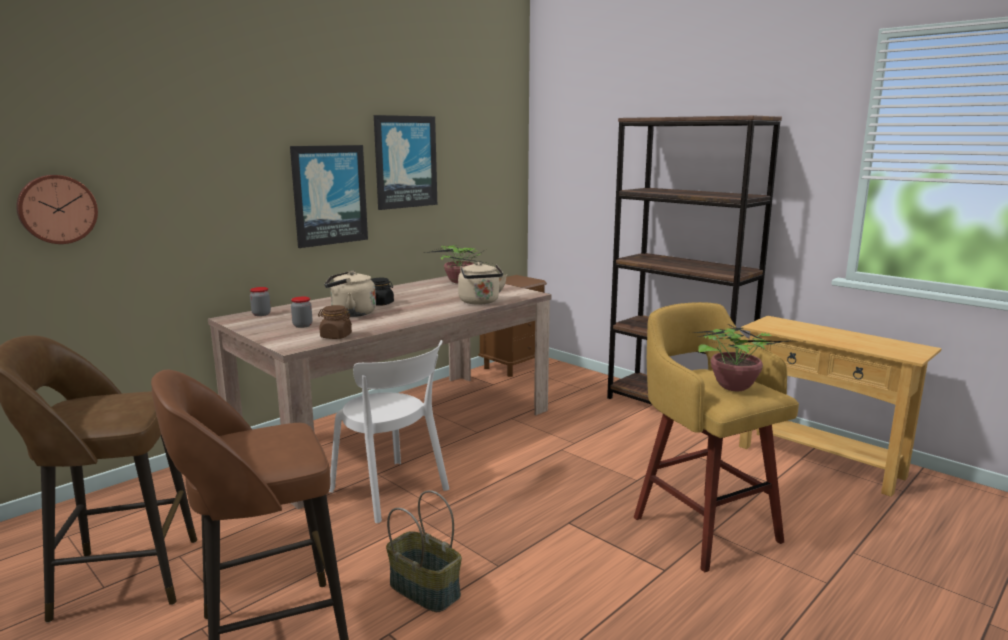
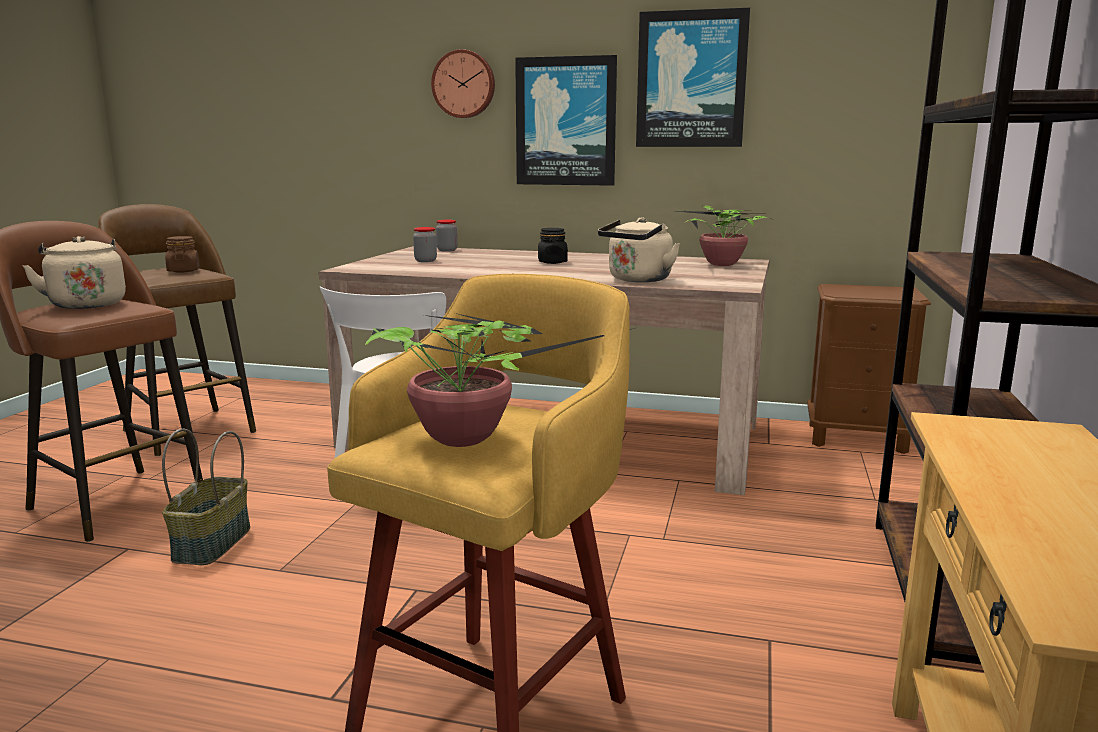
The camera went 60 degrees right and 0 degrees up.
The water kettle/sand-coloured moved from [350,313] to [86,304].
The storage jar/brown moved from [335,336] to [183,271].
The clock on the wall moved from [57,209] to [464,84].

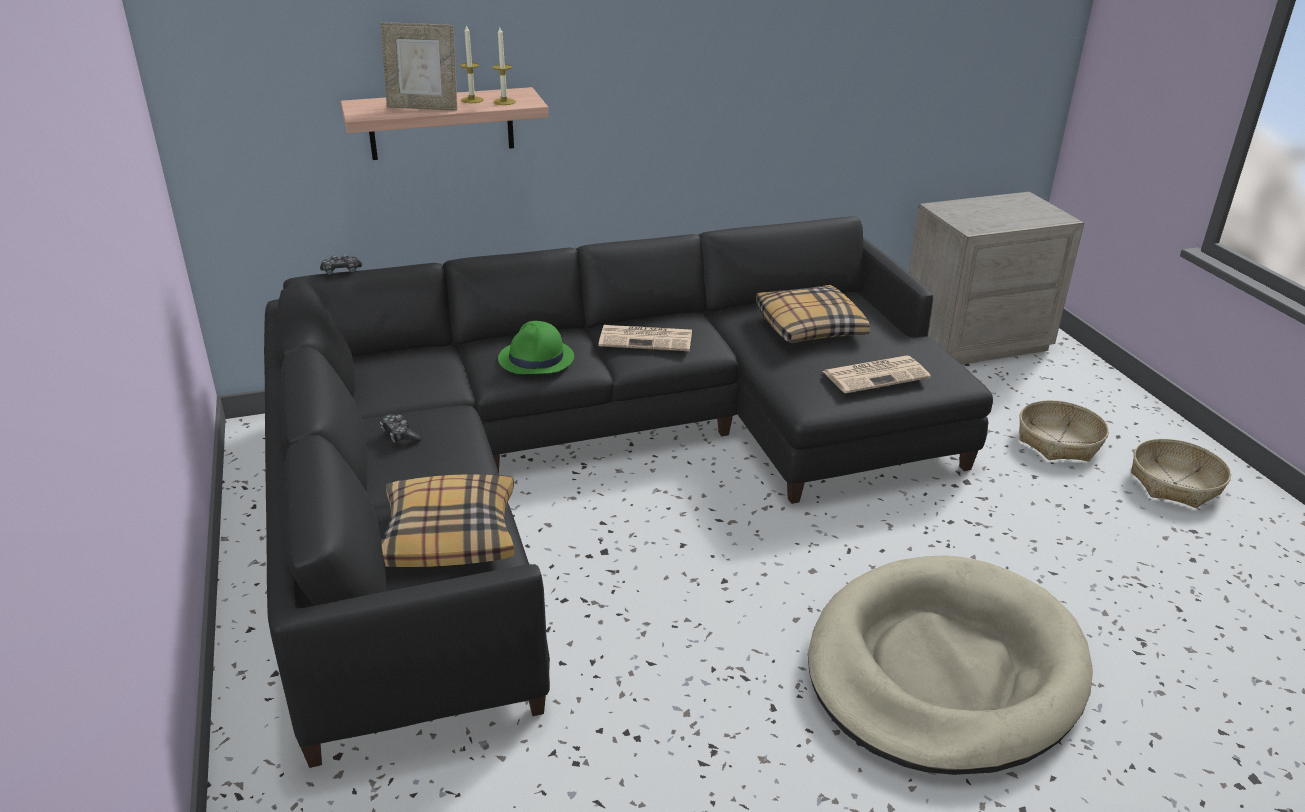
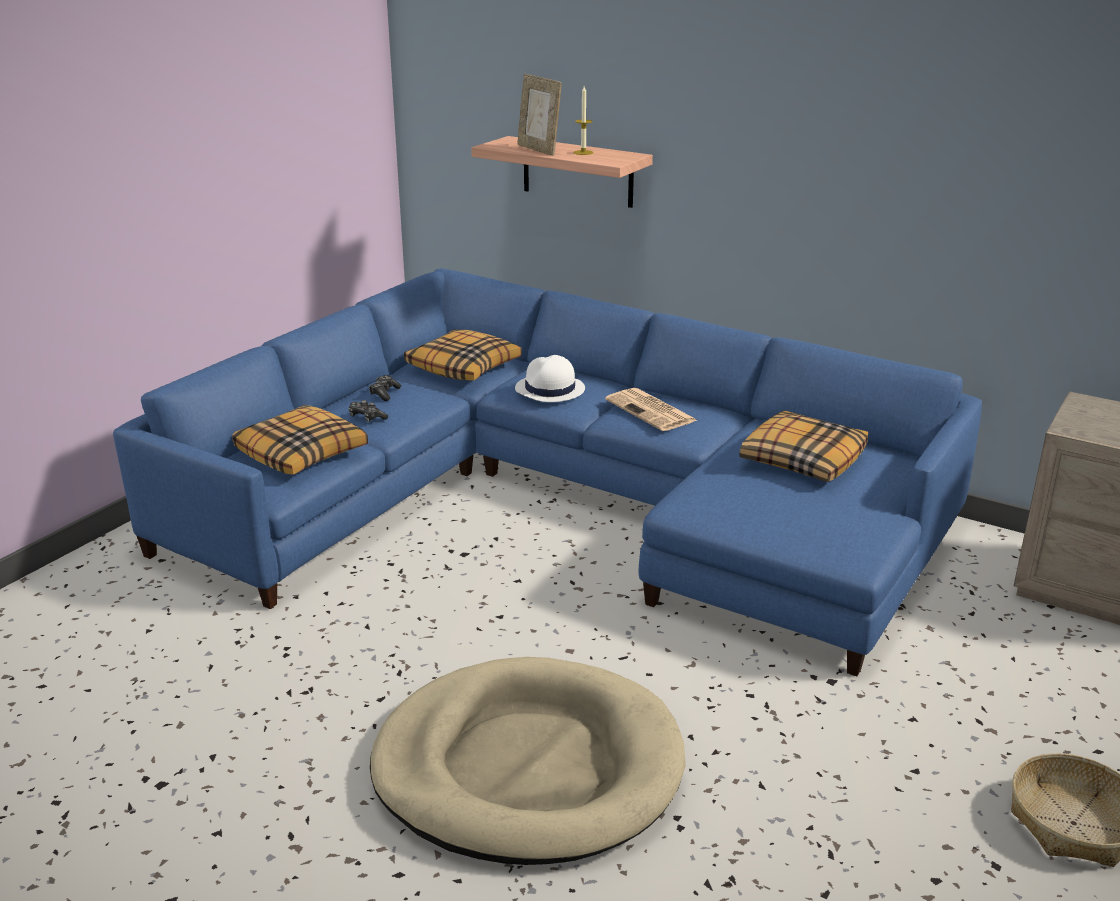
The camera went 50 degrees right and 5 degrees down.
The sofa/black-coloured at [594,462] became the sofa/bluish at [563,502].
The gamepad moved from [341,272] to [366,418].
The pillow at [464,367] appeared.
The clothing hat/green-coloured at [536,359] became the clothing hat/whitish at [549,390].
The wax candle at [504,102] disappeared.
The newspaper at [876,375] disappeared.
The storage basket at [1059,442] disappeared.

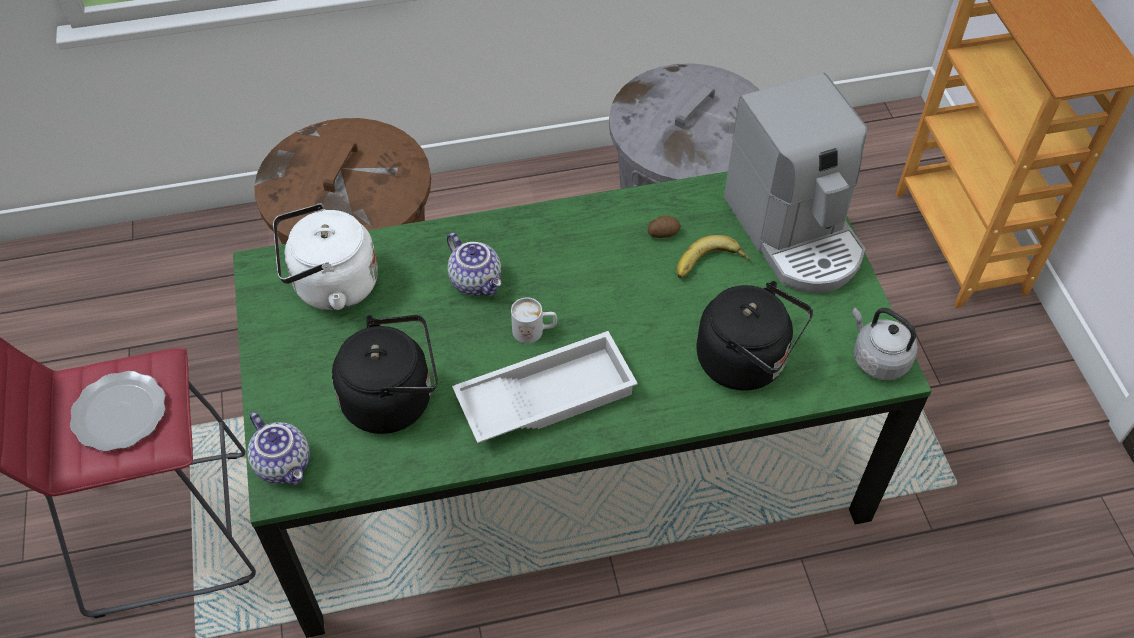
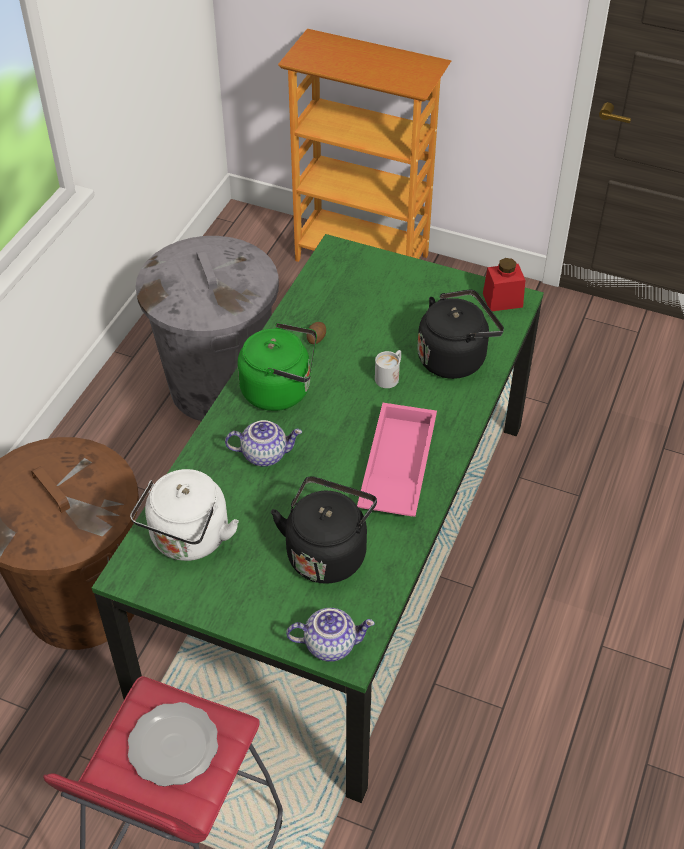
The camera went 55 degrees left and 5 degrees down.
The water kettle/green-coloured at [281,390] appeared.
The serving tray/whitish at [546,394] became the serving tray/pinkish at [395,467].
The mug/whitish moved from [534,331] to [390,376].
The water kettle/greyish at [877,358] was replaced by the storage jar/red at [502,300].
The banana fruit at [710,265] disappeared.
The coffee brewer at [795,233] disappeared.

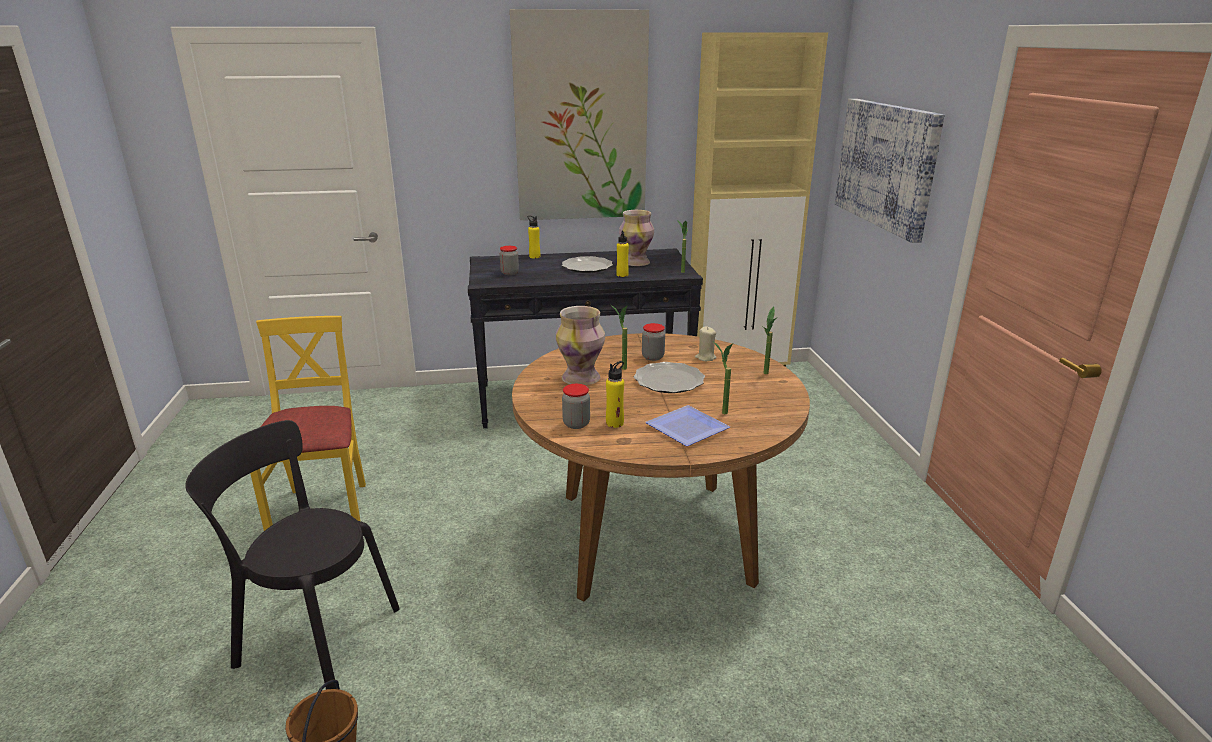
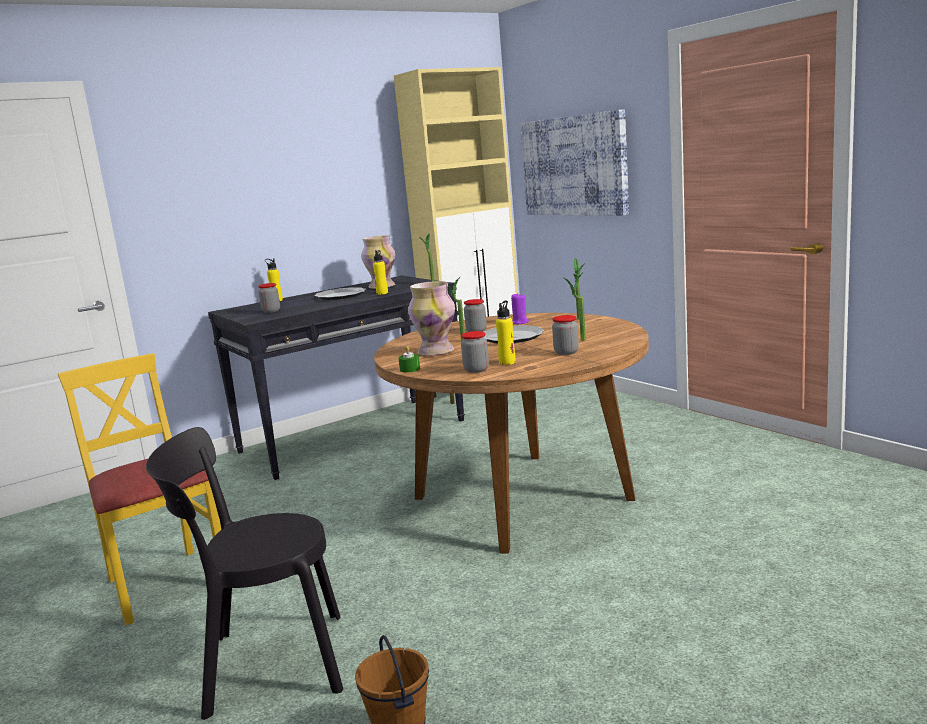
The camera went 25 degrees left and 10 degrees down.
The wax candle/green-coloured at [410,369] appeared.
The wax candle/sand-coloured at [705,358] became the wax candle/purple-coloured at [519,322].
The flat dish at [684,428] was replaced by the storage jar at [566,352].
The wall art at [581,119] disappeared.

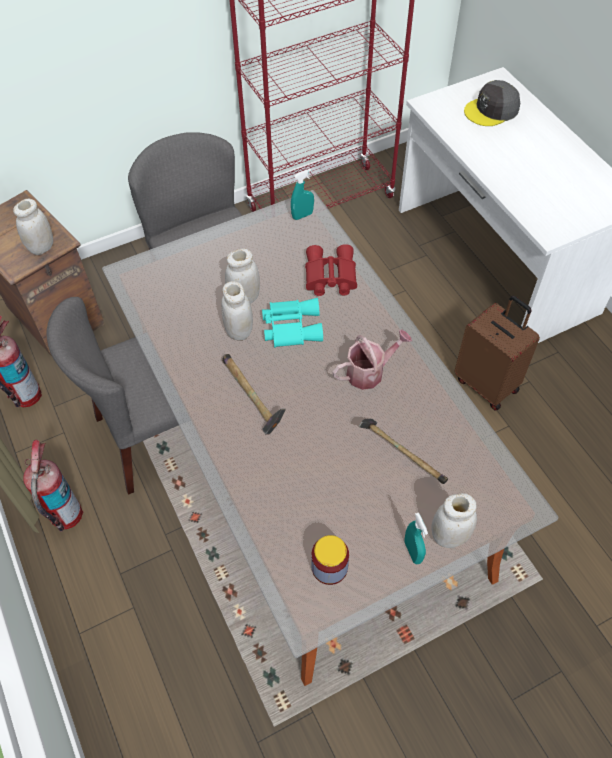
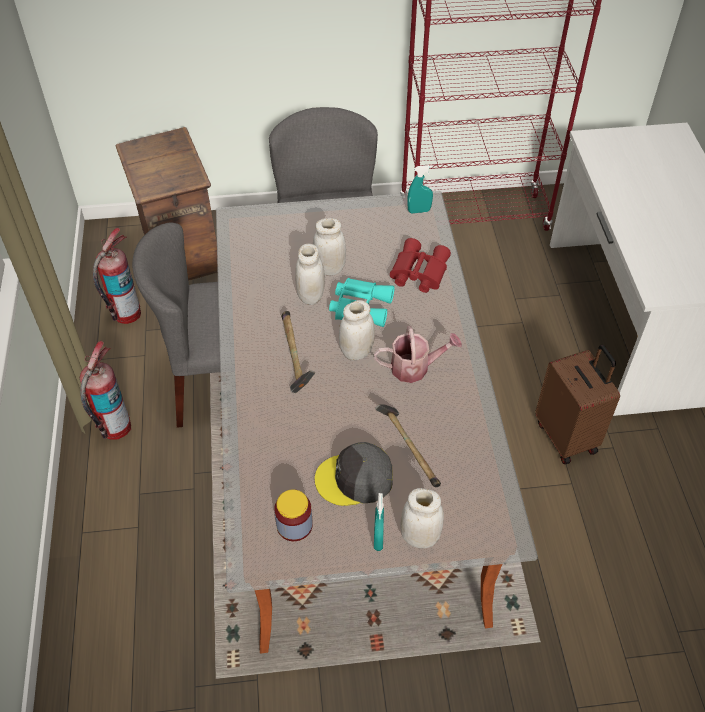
The camera went 20 degrees right and 5 degrees down.
The baseball cap/greyish moved from [492,110] to [355,479].
The storage jar/whitish moved from [41,247] to [356,352].

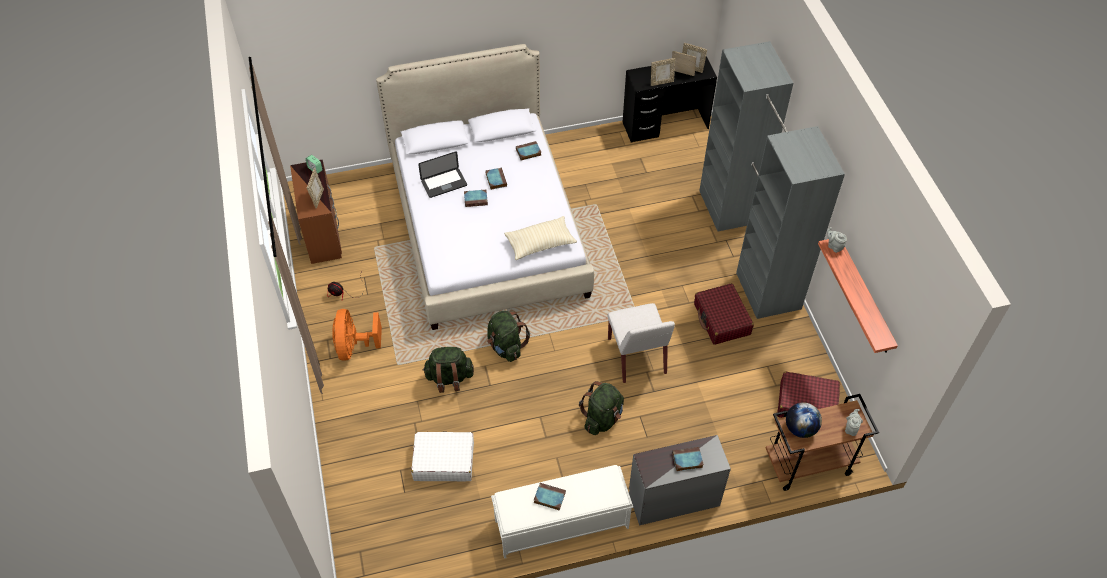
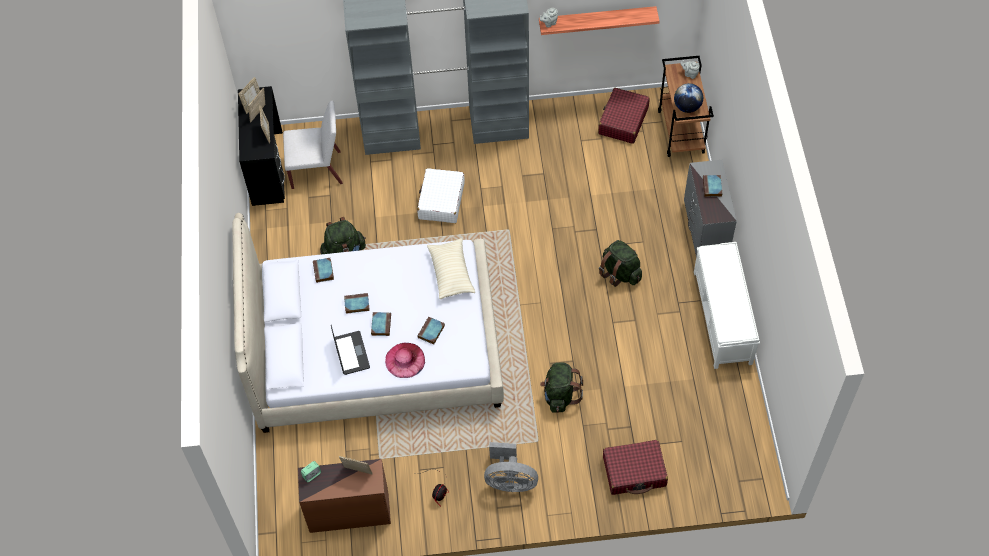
The camera went 80 degrees left and 5 degrees up.
The chair/whitish moved from [637,356] to [317,170].
The rucksack/green-coloured moved from [506,346] to [344,252].
The clothing hat/pinkish at [405,360] appeared.
The suitcase/whitish moved from [443,461] to [441,201].
The bound book moved from [548,497] to [431,332].
The fan/orange at [354,347] became the fan/greyish at [510,481].
The suitcase/red moved from [721,319] to [634,471].

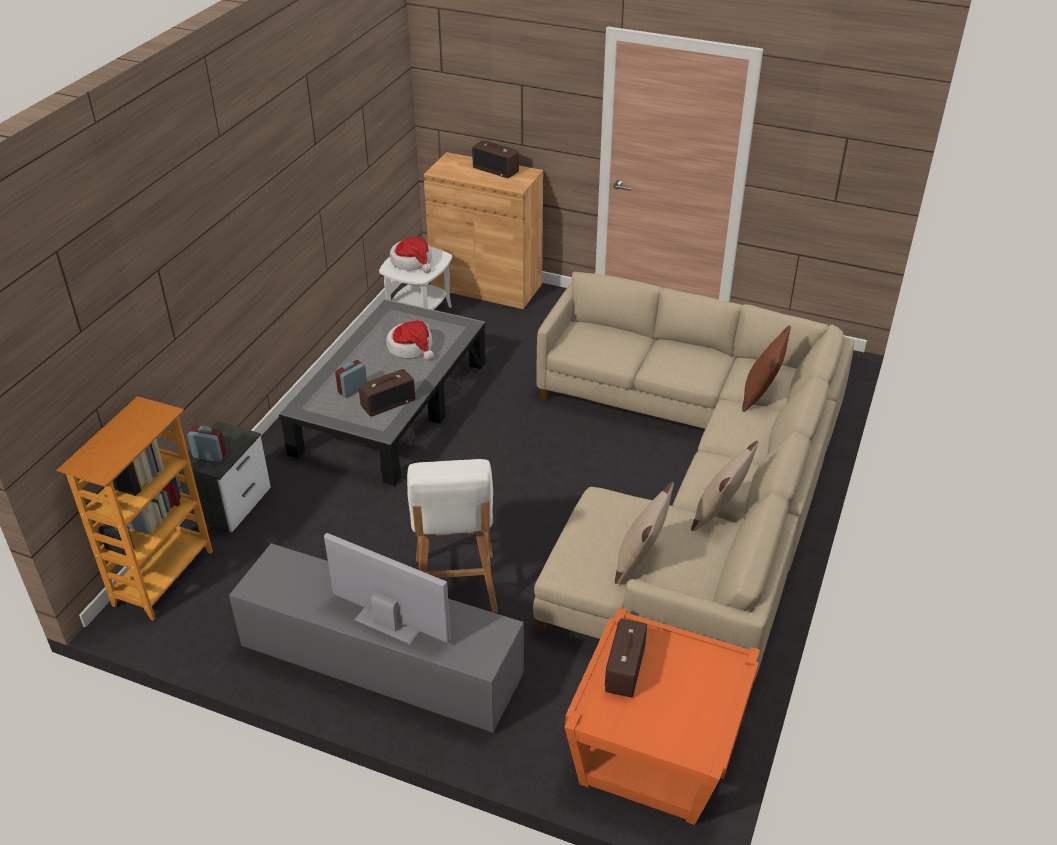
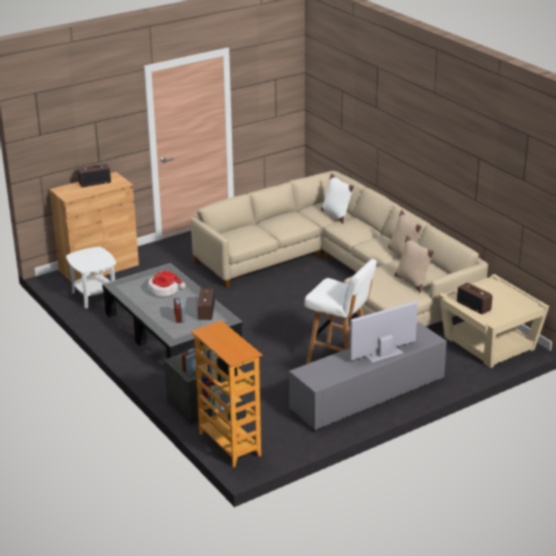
The camera went 55 degrees left and 10 degrees down.
The pillow/brown at [761,394] became the pillow/whitish at [336,215].
The end table/orange at [658,749] became the end table/sand-coloured at [489,343].
The clothing hat at [412,262] disappeared.

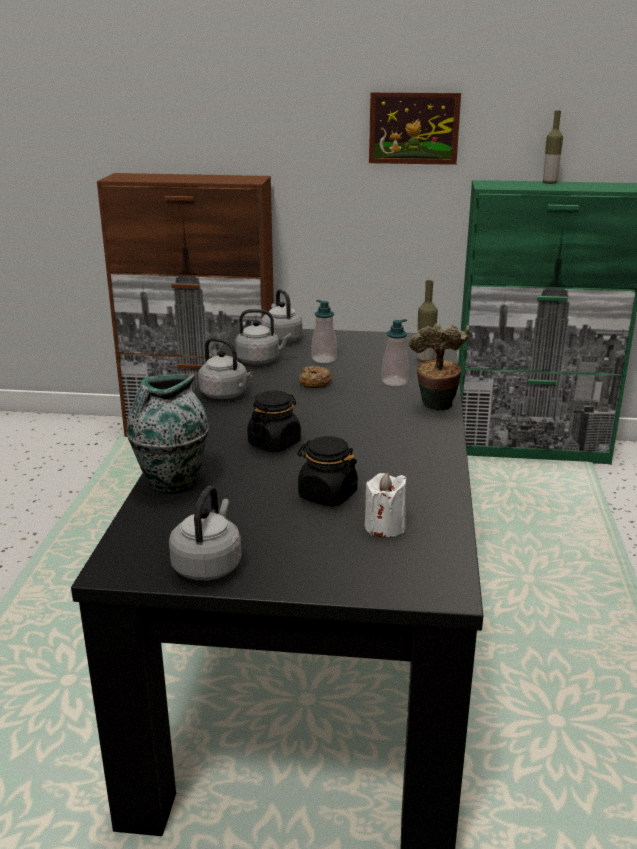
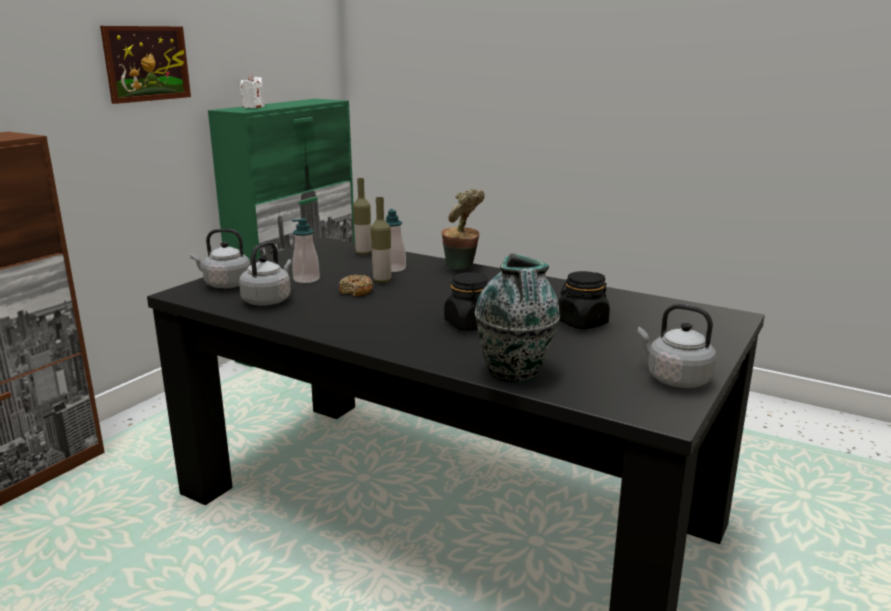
The camera went 65 degrees left and 5 degrees down.
The wax candle/whitish moved from [384,527] to [253,107].
The beverage bottle moved from [549,183] to [382,281].
The water kettle/greyish at [226,395] disappeared.

